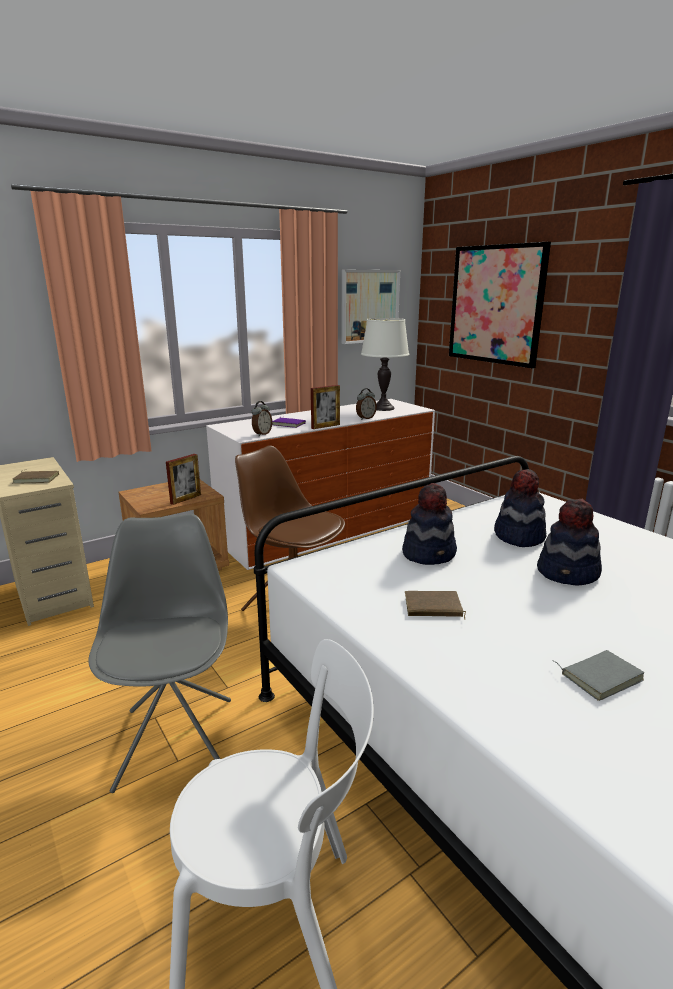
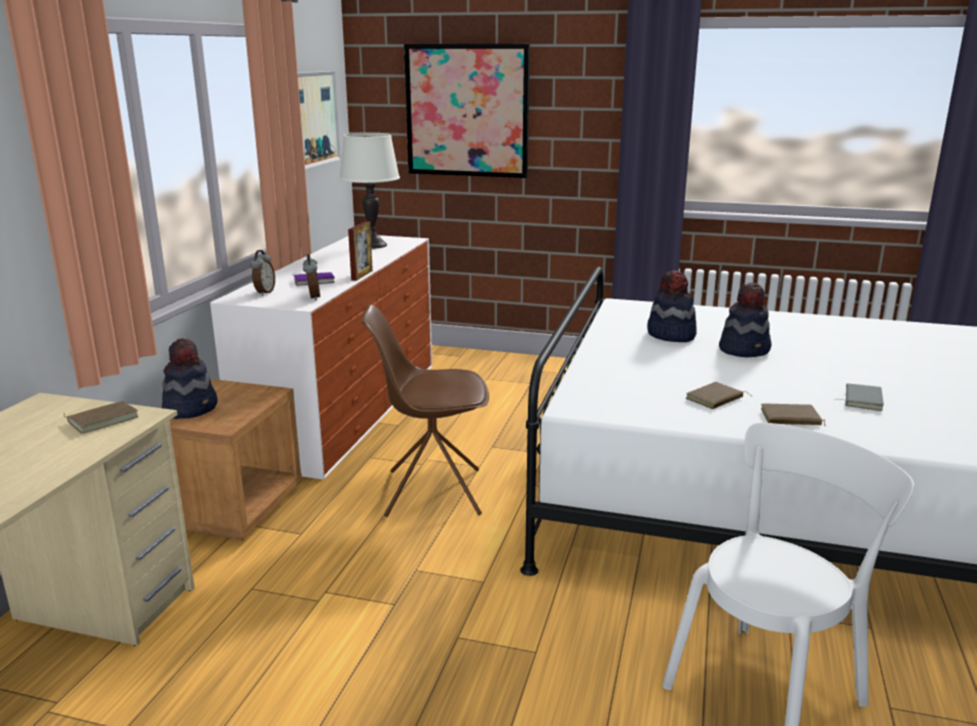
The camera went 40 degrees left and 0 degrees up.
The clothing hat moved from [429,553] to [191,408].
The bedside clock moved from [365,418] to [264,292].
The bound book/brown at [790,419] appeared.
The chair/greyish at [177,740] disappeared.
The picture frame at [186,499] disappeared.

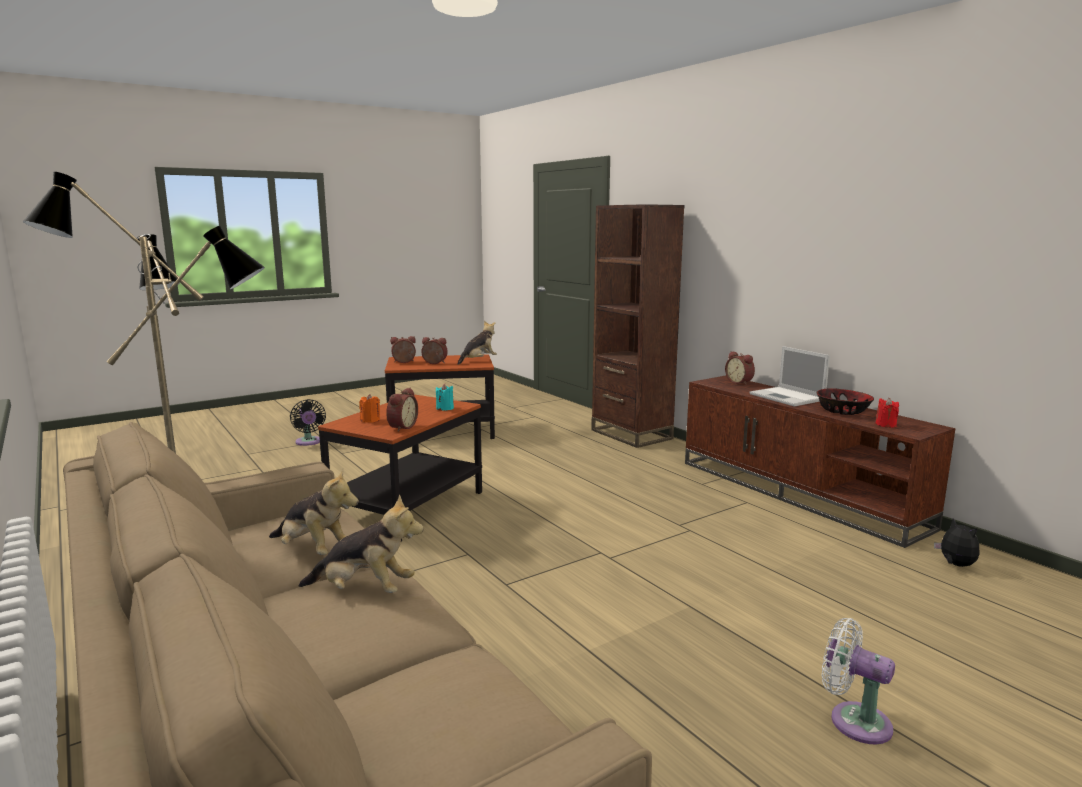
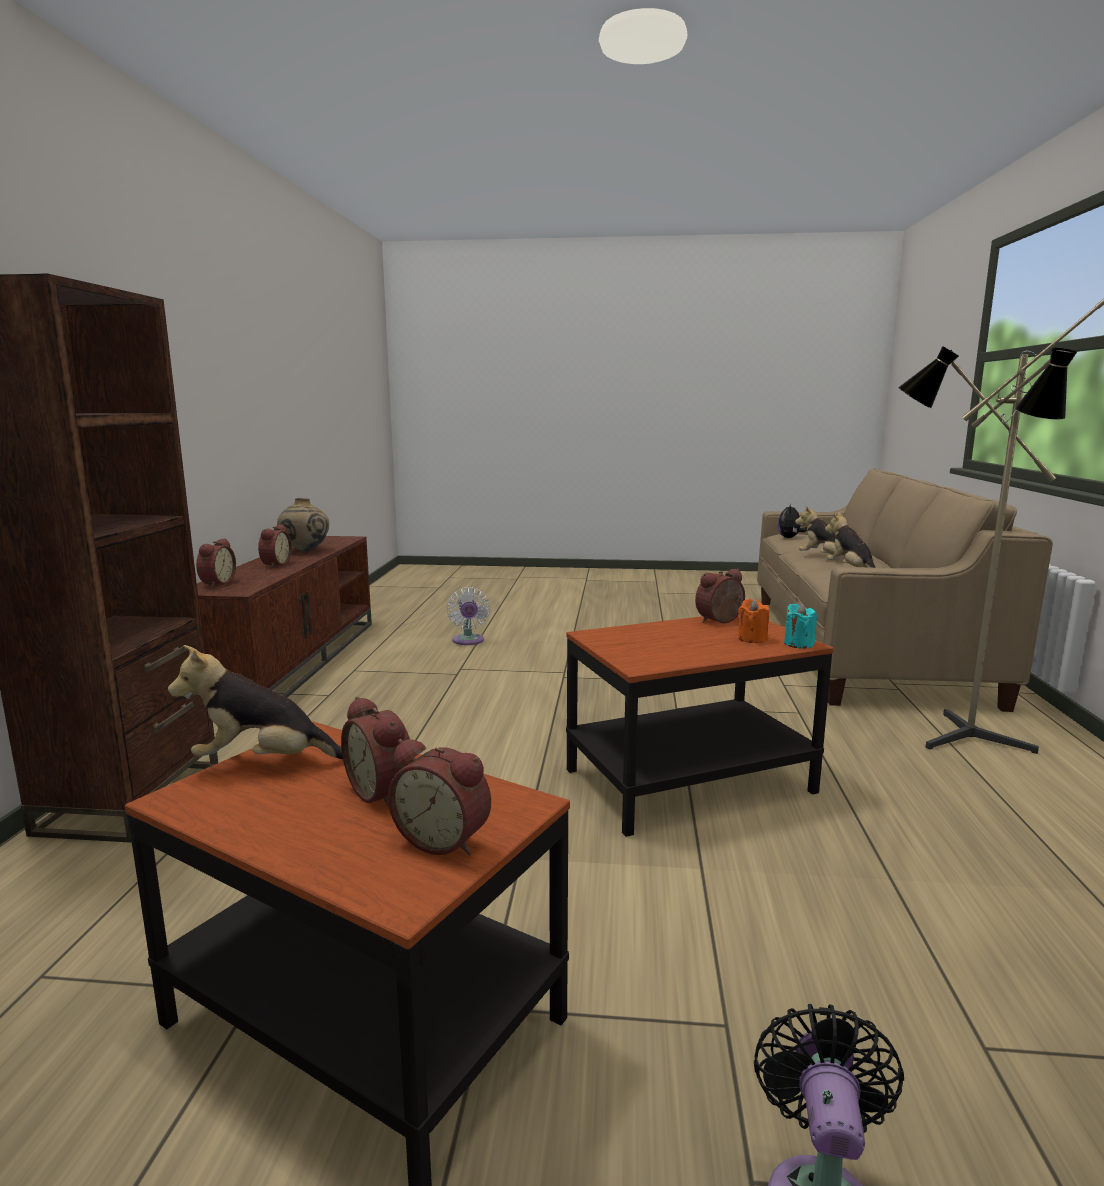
The camera went 140 degrees left and 0 degrees up.
The laptop at [788,397] was replaced by the bedside clock at [274,564].
The serving bowl at [843,411] was replaced by the flower vase/sand-coloured at [305,551].
The fan/whitish moved from [854,720] to [468,641].
The soft toy moved from [955,565] to [790,538].
The wax candle/blue-green moved from [445,408] to [798,644].
The wax candle/red at [885,425] disappeared.

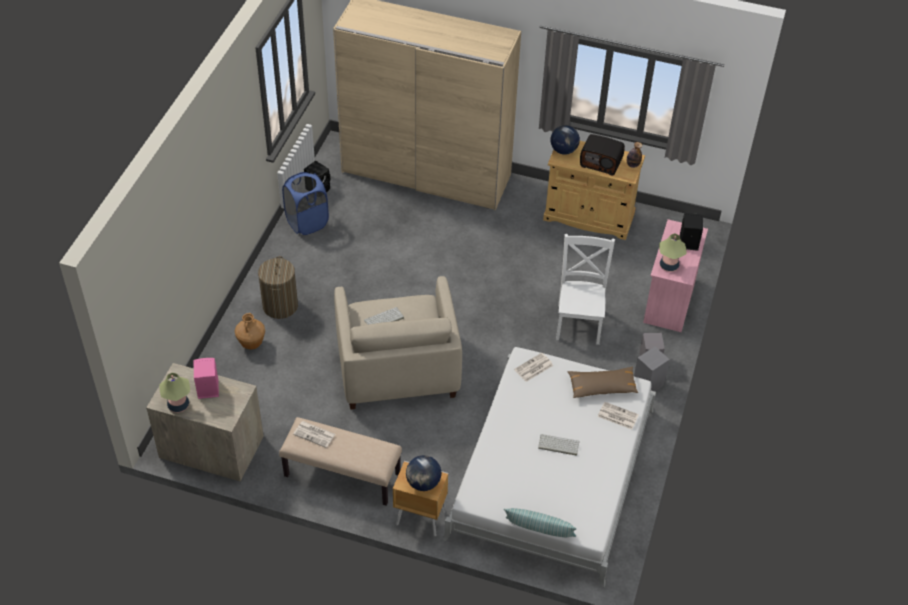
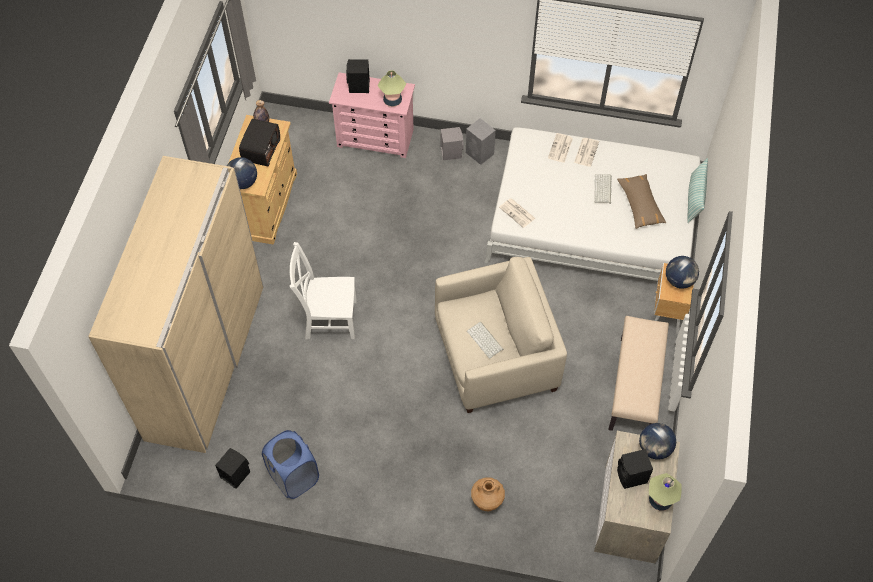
The camera went 95 degrees left and 10 degrees up.
The chair/whitish moved from [579,322] to [328,319].
The newspaper moved from [315,434] to [586,152].
The pillow/brown moved from [602,387] to [640,205].
The loudspeaker/pinkish at [207,388] became the loudspeaker/black-coloured at [632,477].
The world globe at [654,448] appeared.
The hamper at [280,306] disappeared.

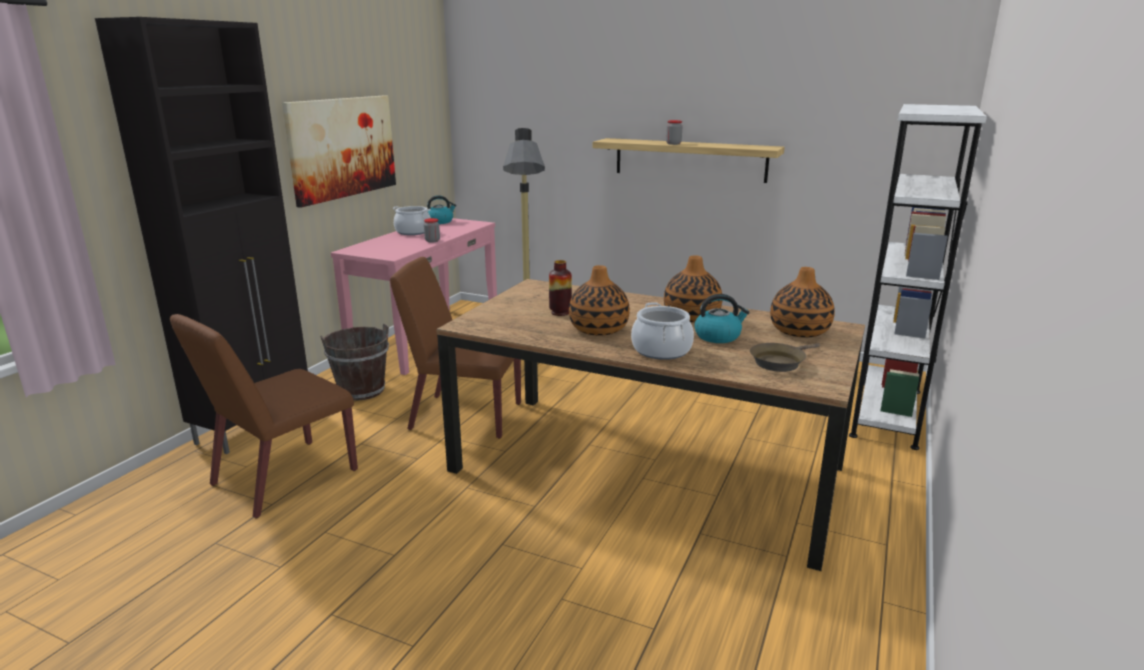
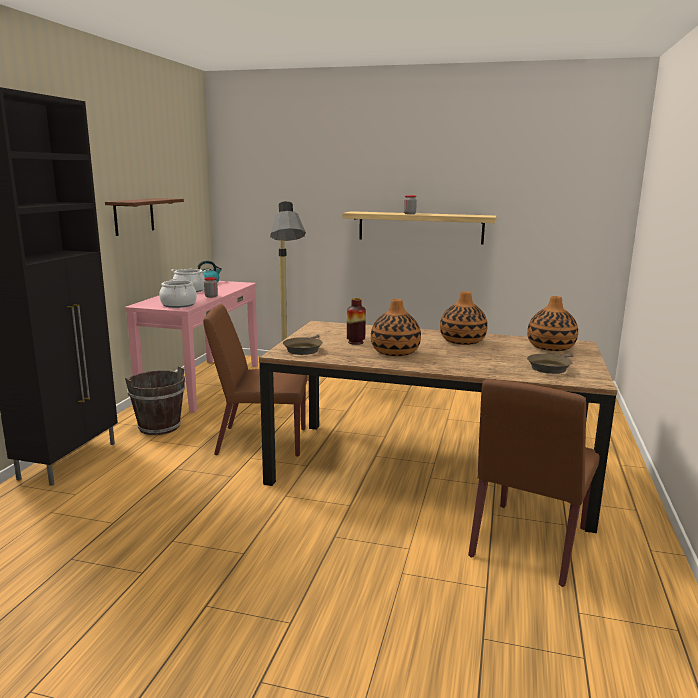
The camera went 10 degrees left and 5 degrees down.
The wall art at [342,147] was replaced by the wall shelf/brown at [134,216].
The cooking pot moved from [661,350] to [178,304].
The skillet/brown at [303,349] appeared.
The chair/brown moved from [283,478] to [528,543].
The water kettle at [718,336] disappeared.
The bookcase/whitish at [886,412] disappeared.

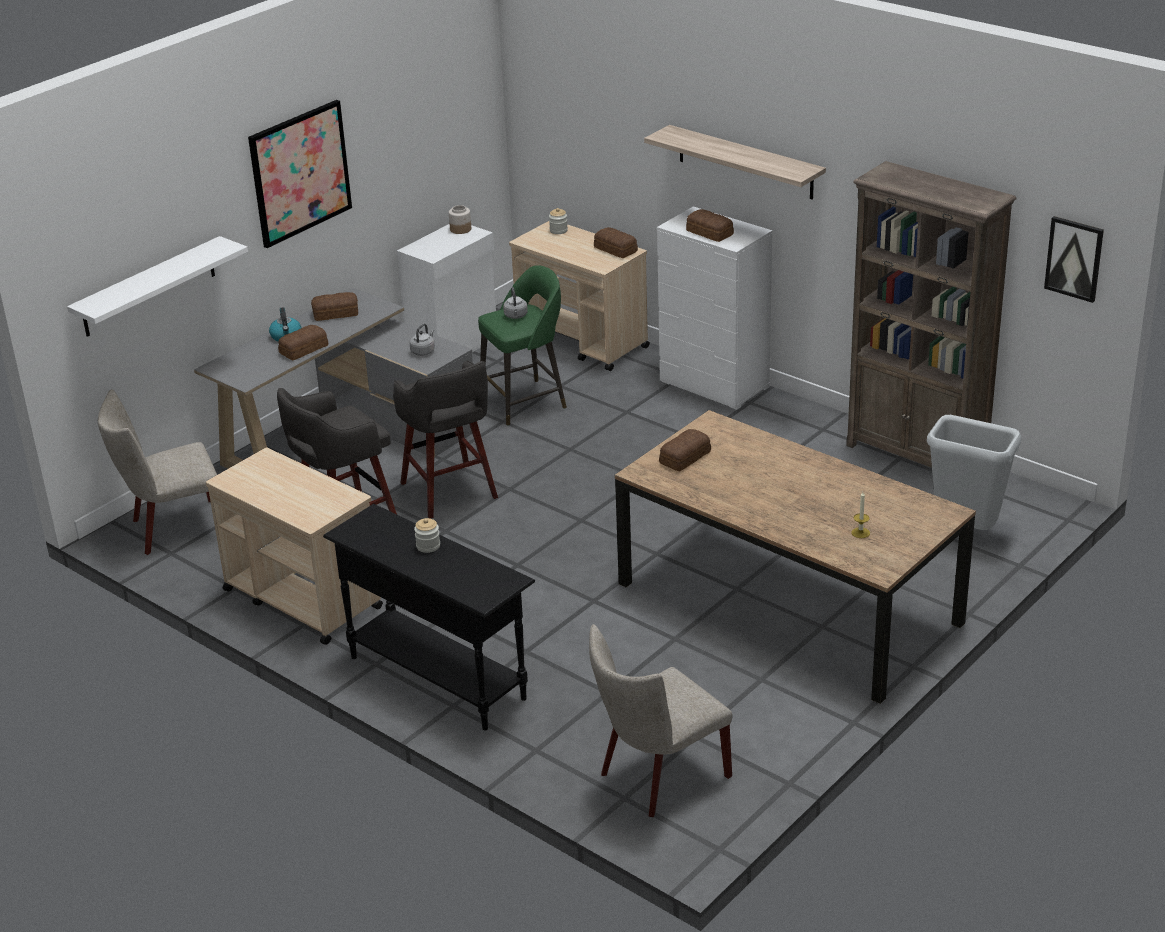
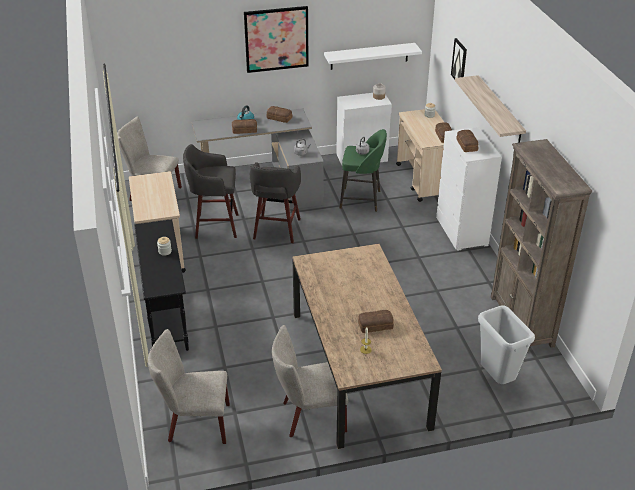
The camera went 35 degrees right and 5 degrees up.
The chair/sand-coloured at [309,416] appeared.
The wall shelf/whitish moved from [148,287] to [369,56].
The baked bread moved from [683,457] to [374,325].
The wall art moved from [1074,258] to [459,62].

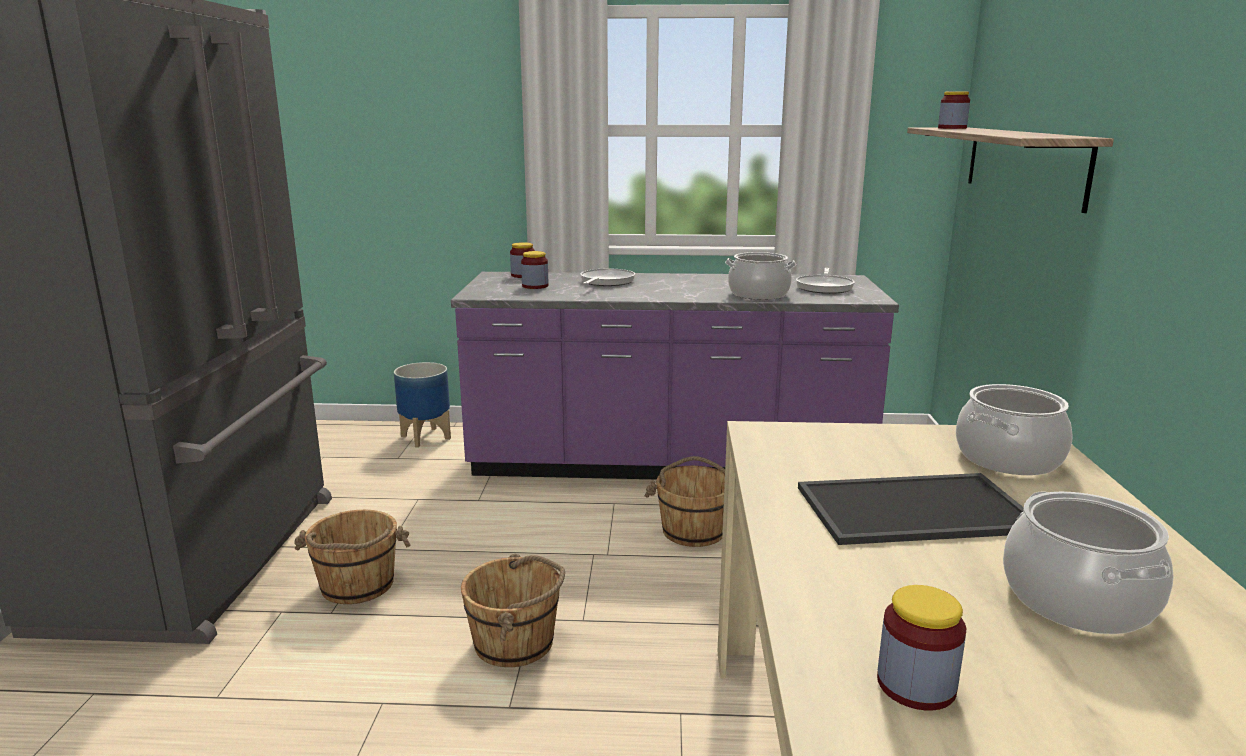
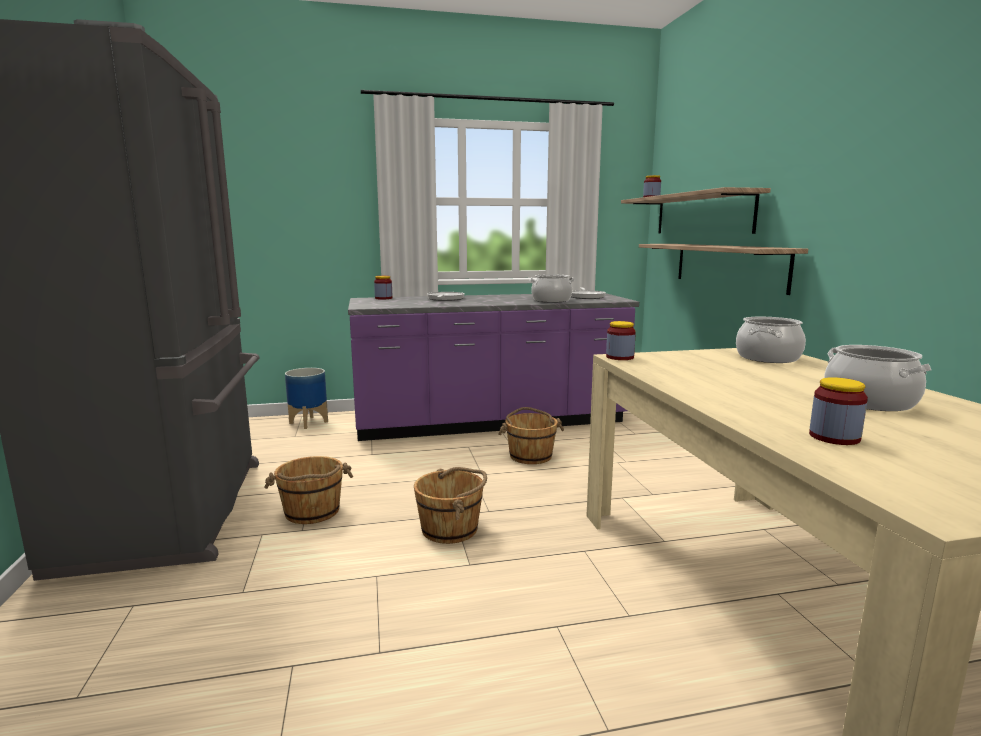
The camera went 15 degrees left and 5 degrees down.
The storage jar moved from [535,286] to [619,357].
The wall shelf at [728,265] appeared.
The serving tray at [915,507] disappeared.

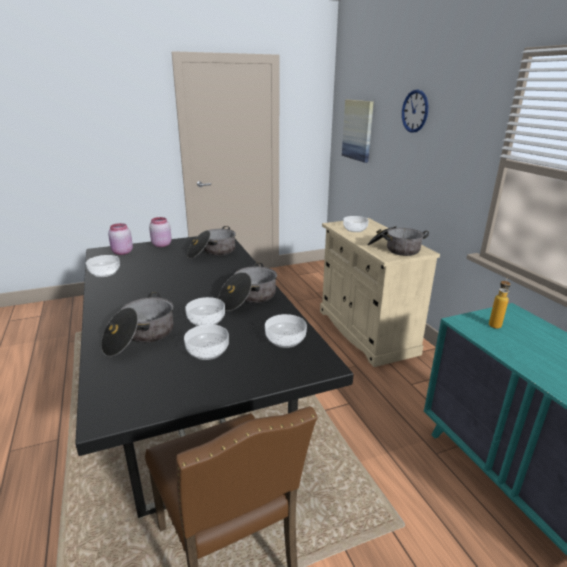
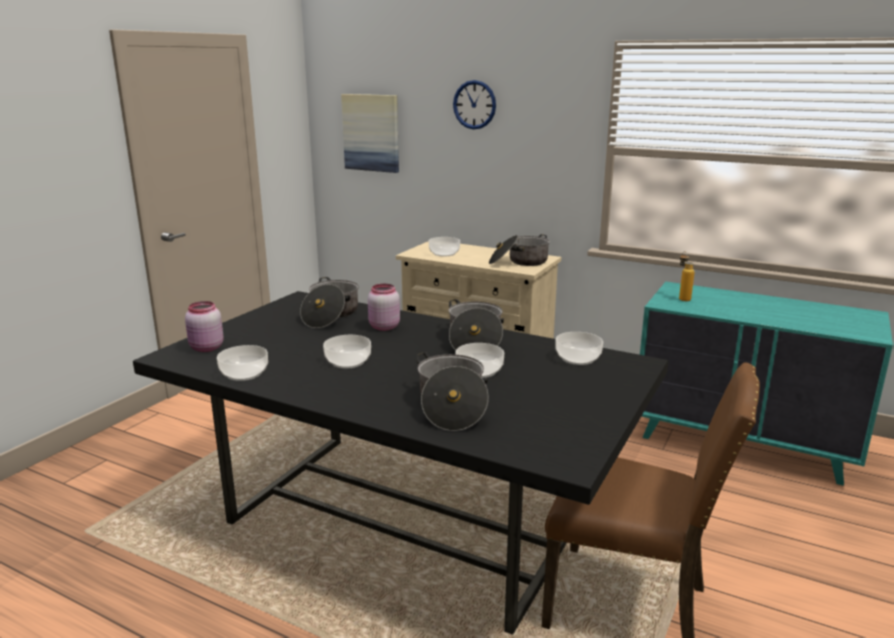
The camera went 40 degrees left and 5 degrees down.
The serving bowl moved from [207,351] to [347,362].
The storage jar/pinkish moved from [161,245] to [383,327].

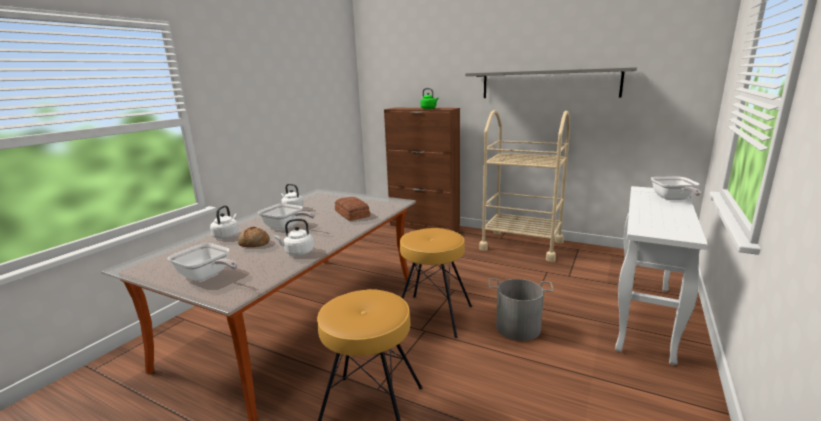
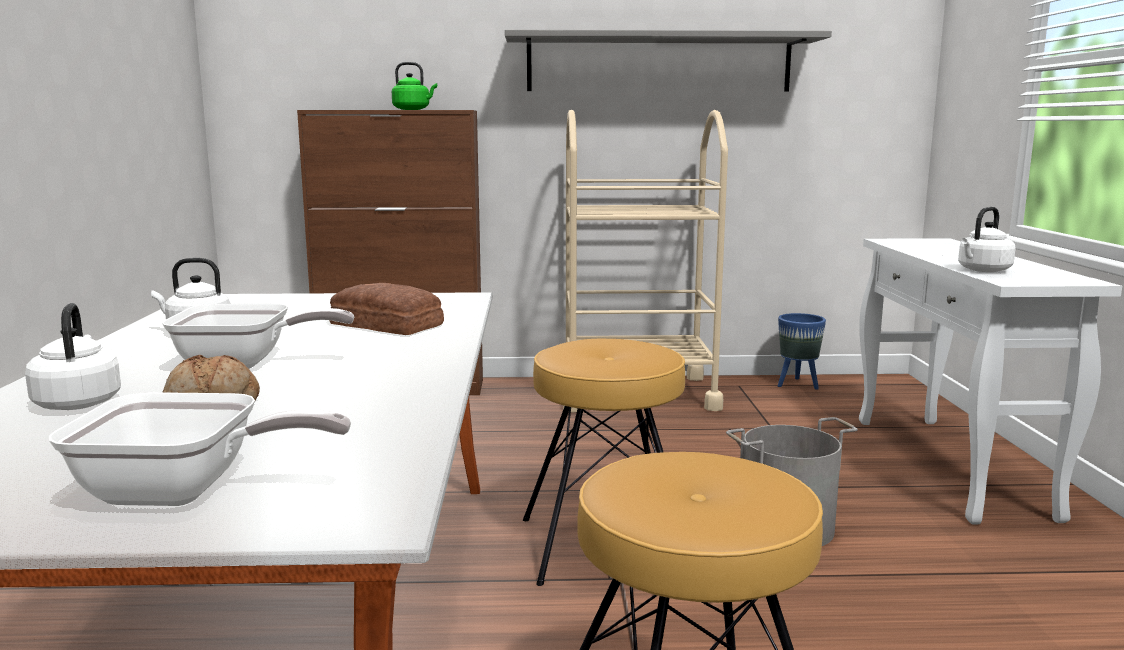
The camera went 30 degrees left and 5 degrees down.
The flower pot/bluish at [798,385] appeared.
The water kettle/whitish moved from [298,252] to [982,270].
The skillet at [673,199] disappeared.

